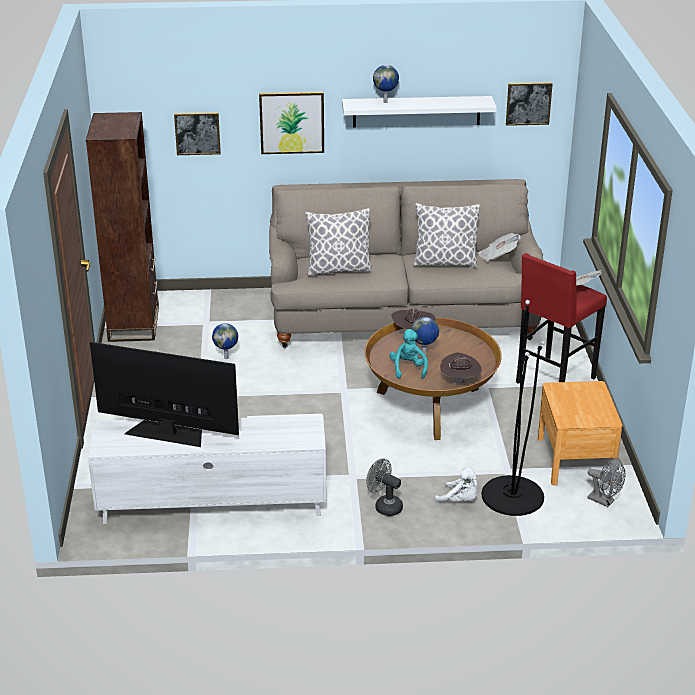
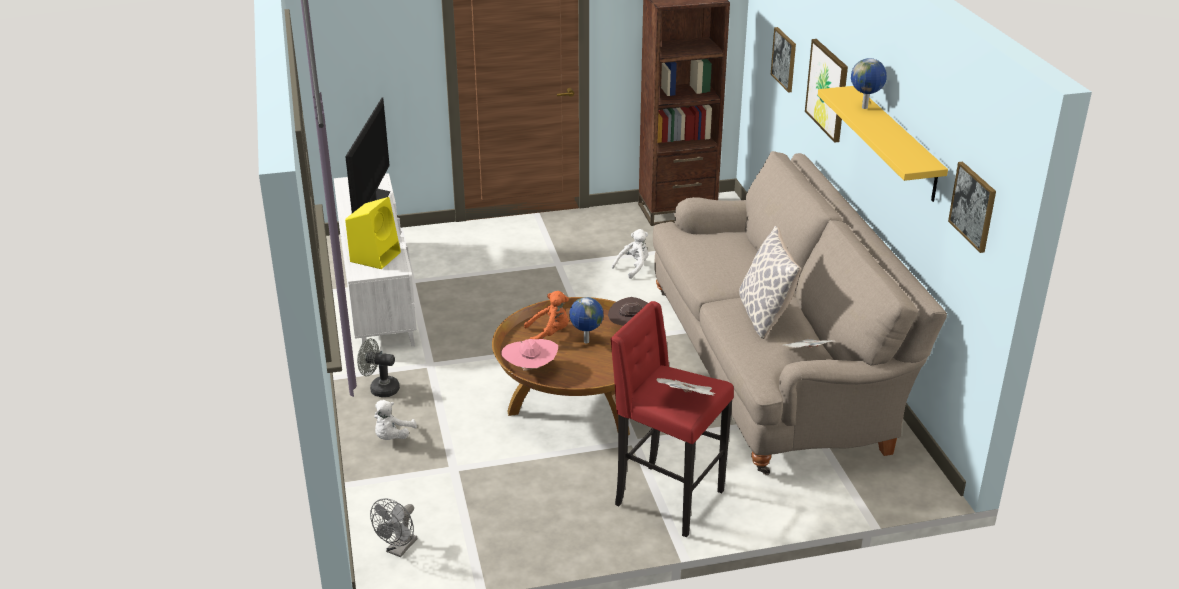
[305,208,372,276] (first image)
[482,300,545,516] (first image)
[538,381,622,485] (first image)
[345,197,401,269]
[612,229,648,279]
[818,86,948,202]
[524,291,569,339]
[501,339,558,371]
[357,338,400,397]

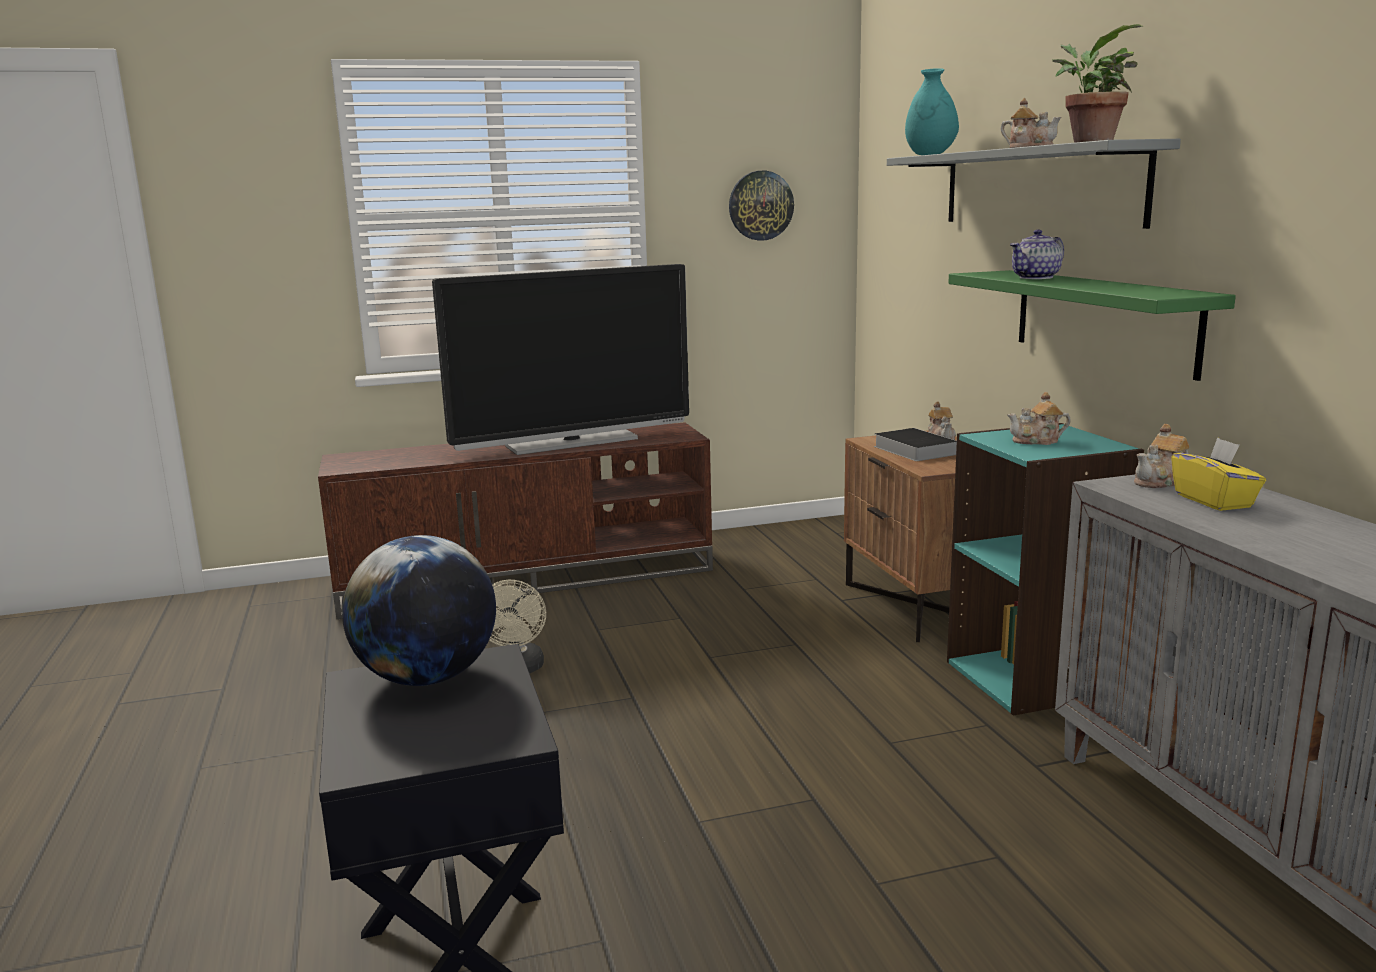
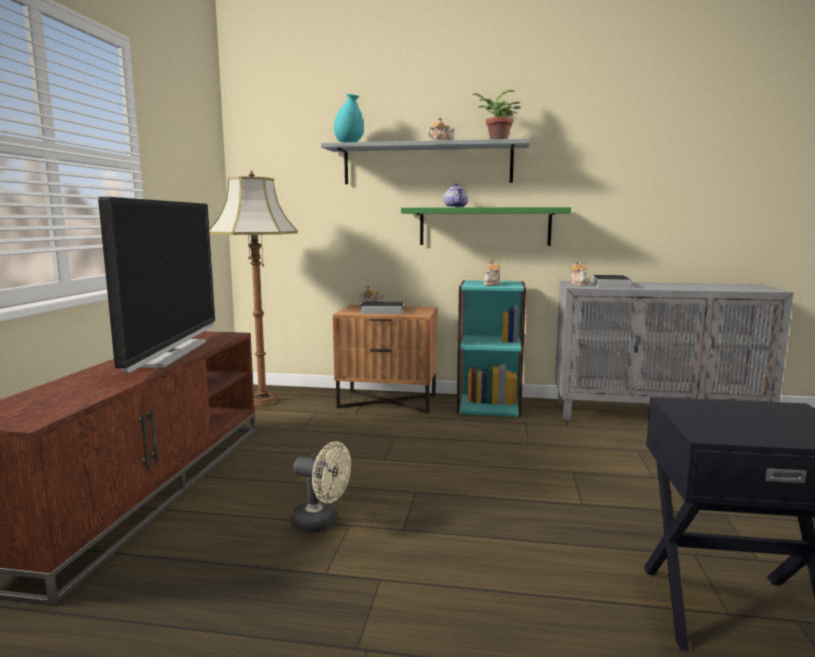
[342,535,496,686] (first image)
[729,171,794,241] (first image)
[209,170,298,406]
[593,275,632,288]

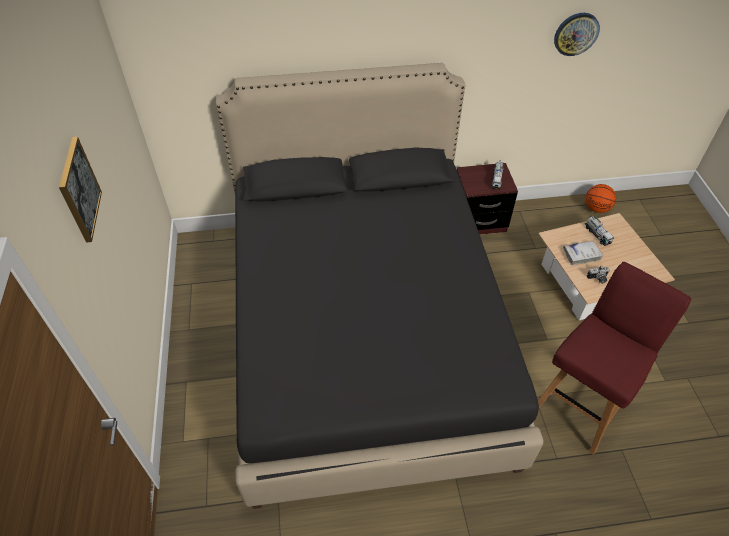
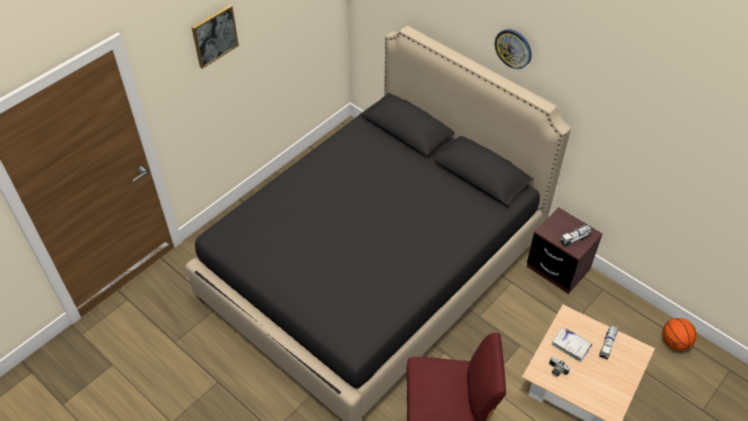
[495,29,532,69]

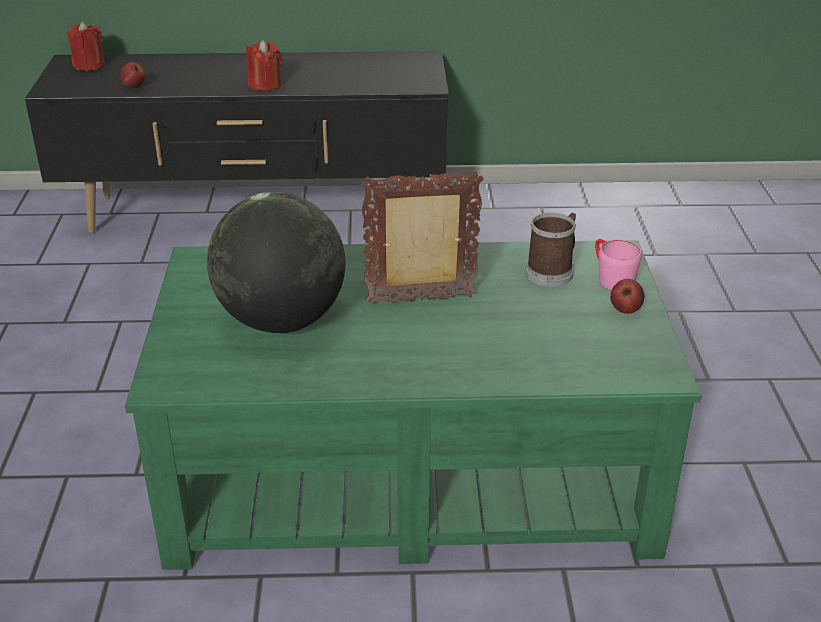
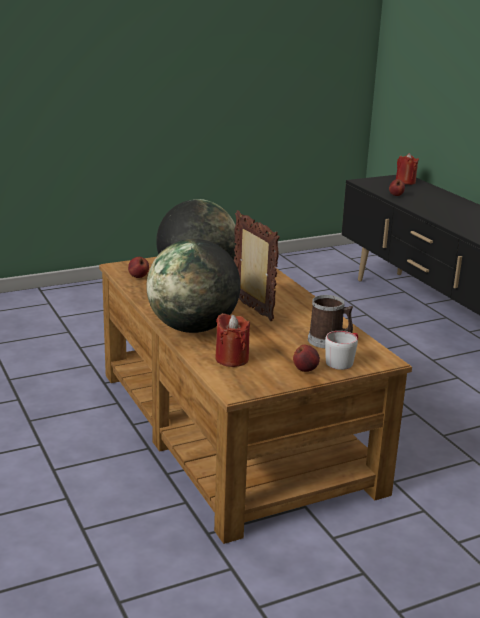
[128,257,149,278]
[146,239,241,333]
[215,313,250,367]
[99,251,412,544]
[325,331,358,370]

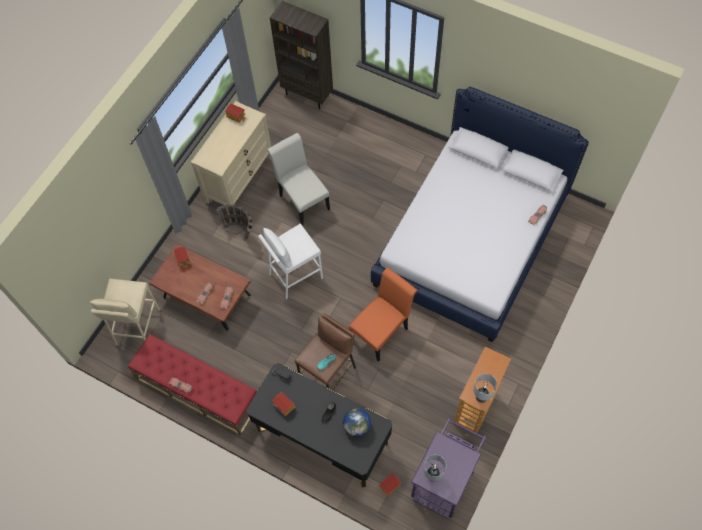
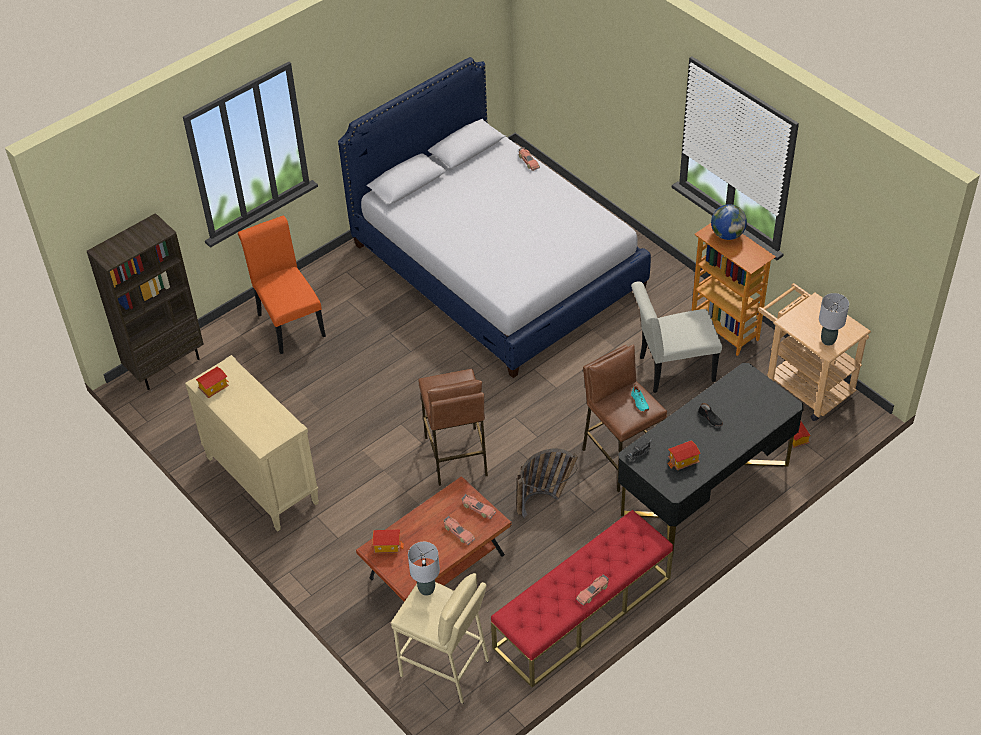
[516,448,578,519]
[631,282,722,393]
[711,204,747,240]
[238,216,326,354]
[408,542,440,596]
[418,369,488,486]
[758,283,871,421]

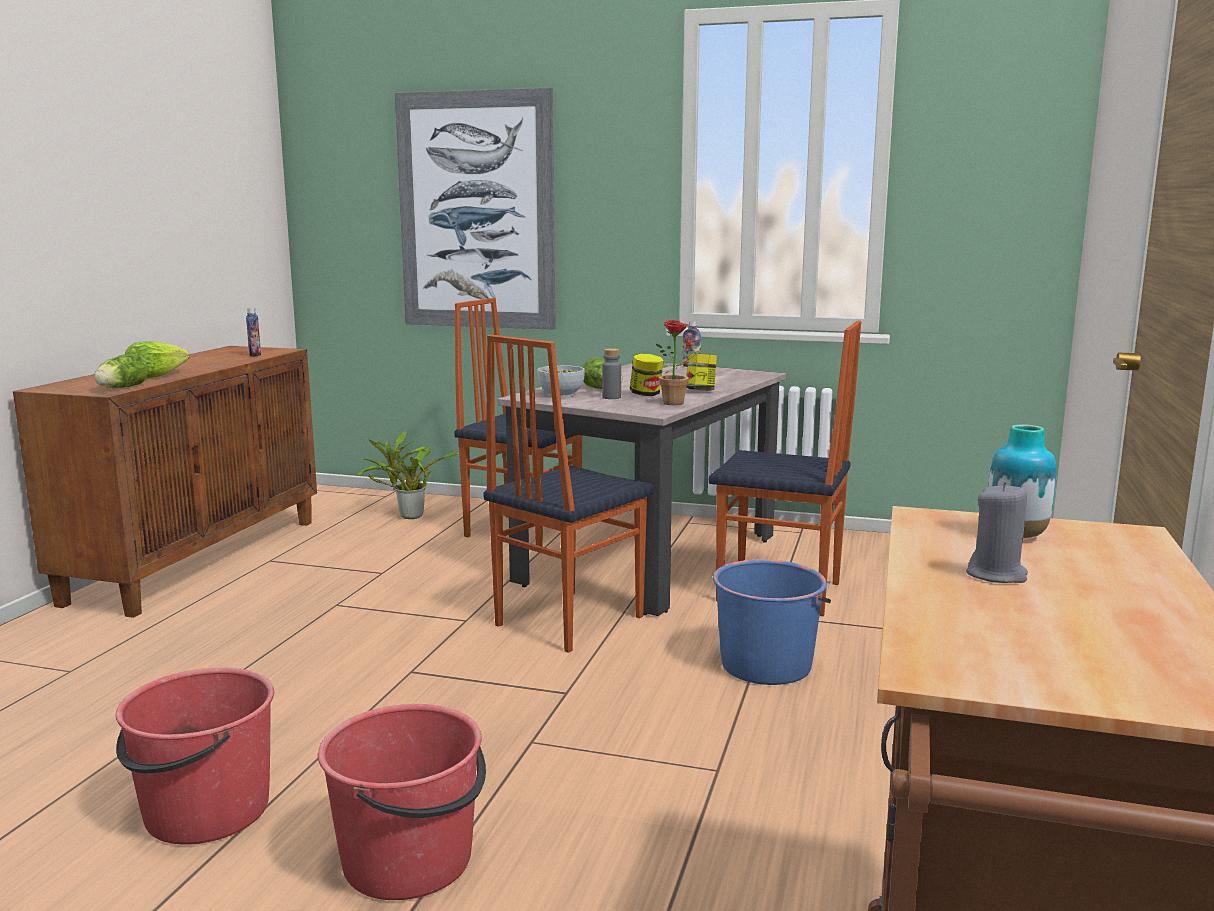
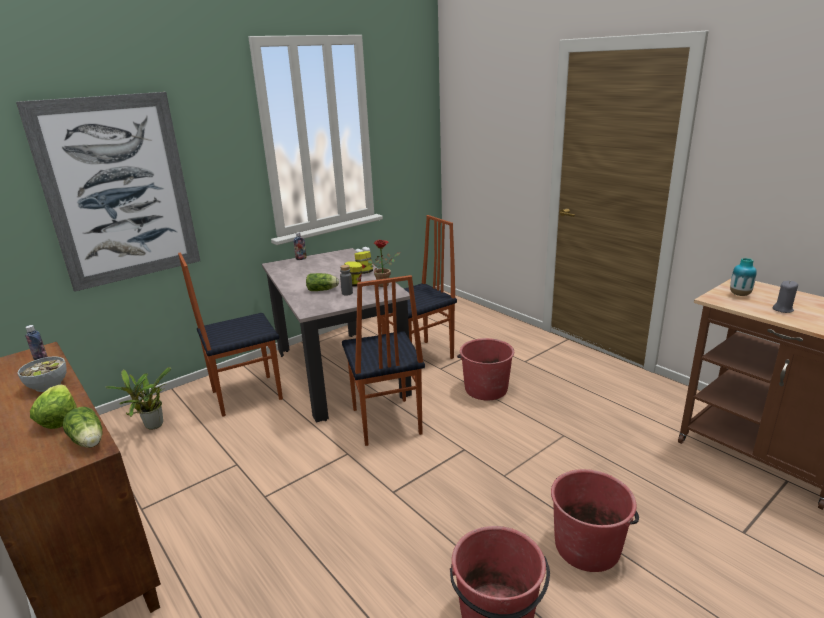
[18,356,67,392]
[457,338,514,400]

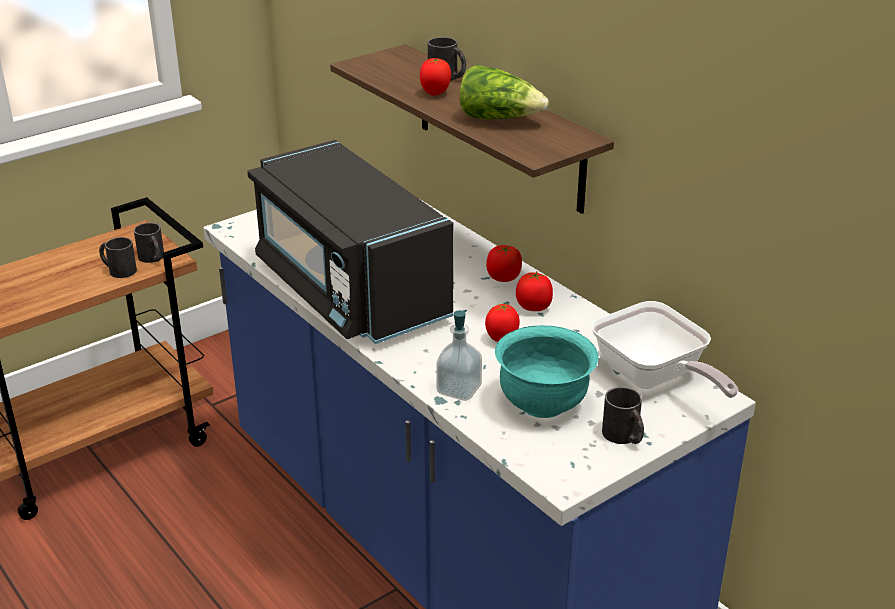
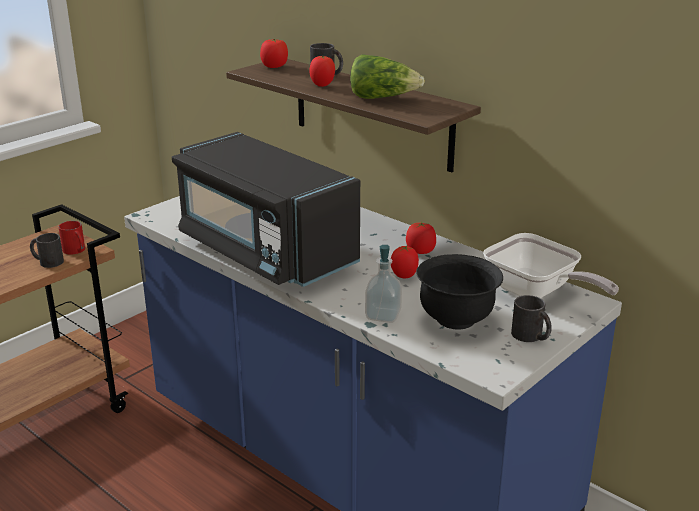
[260,39,288,68]
[58,221,85,254]
[416,254,503,329]

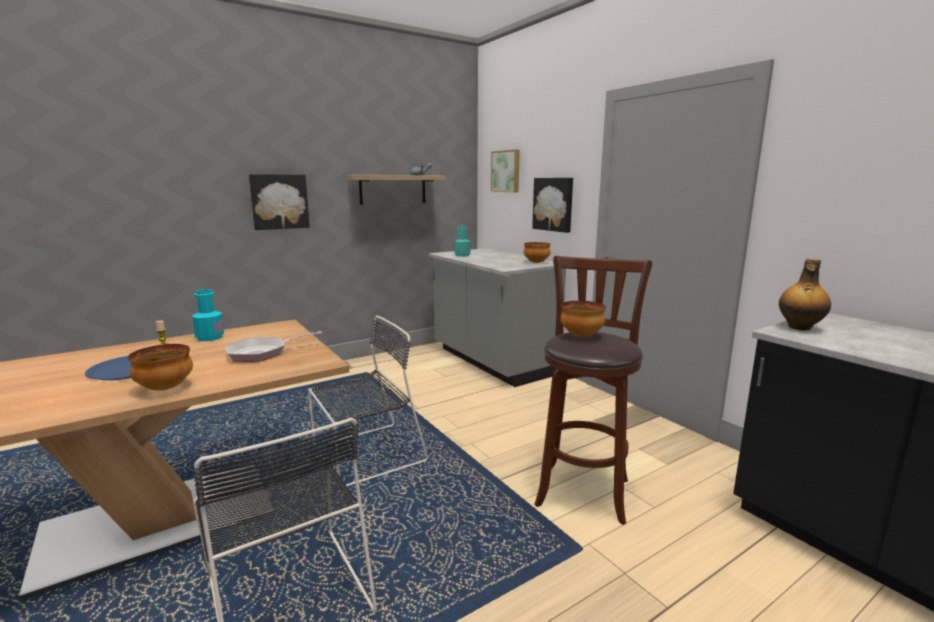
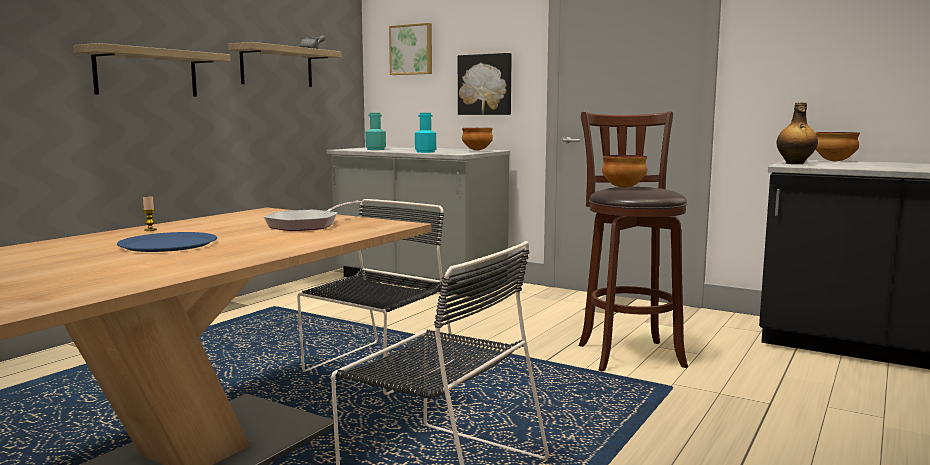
[815,132,860,162]
[415,113,436,153]
[73,43,231,97]

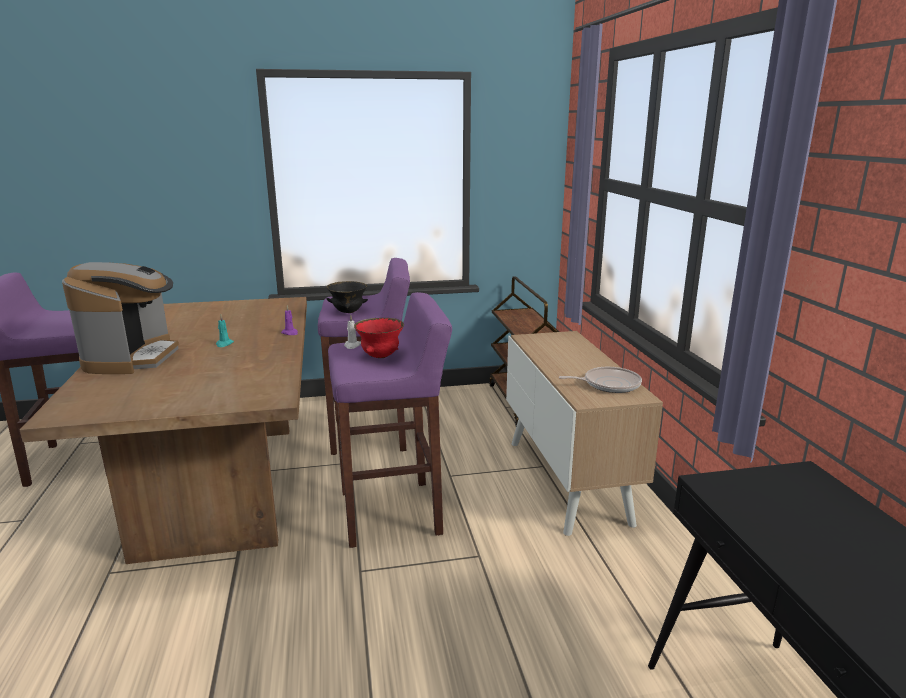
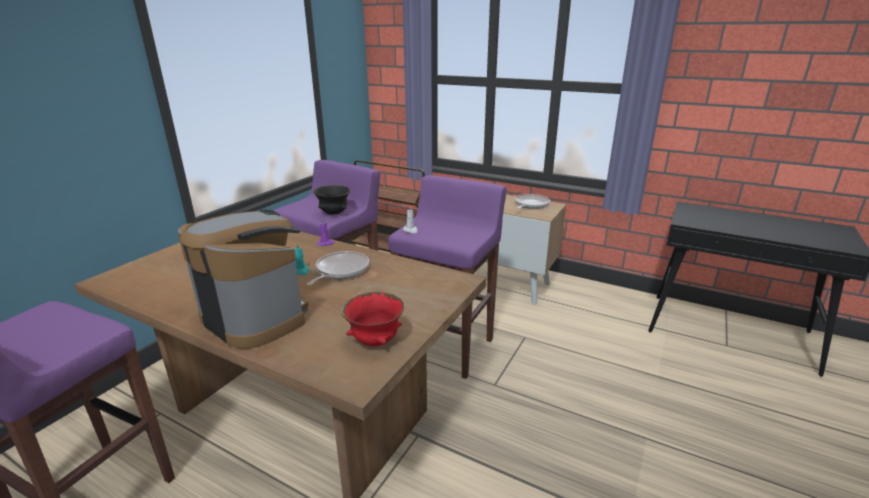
[307,251,369,285]
[341,292,404,346]

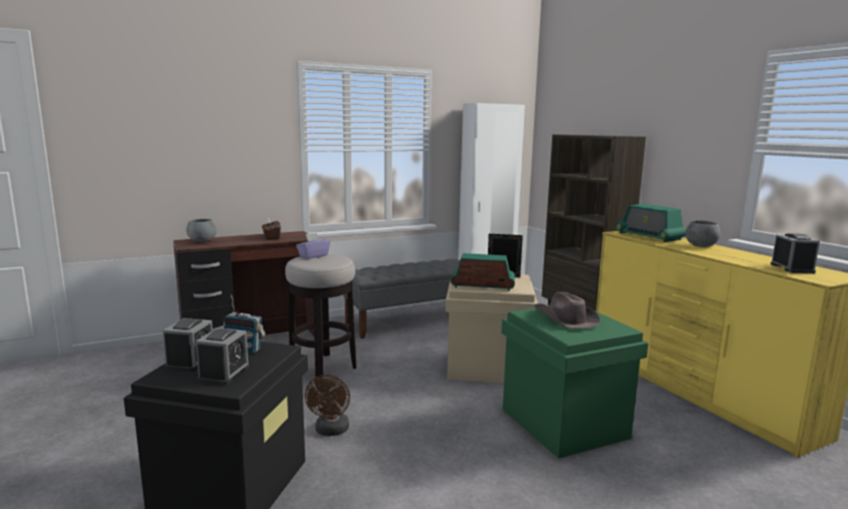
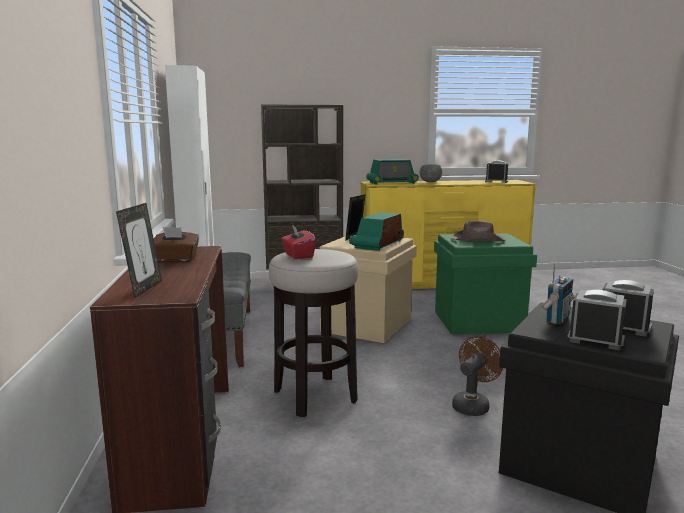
[116,203,162,298]
[281,225,316,259]
[452,336,503,416]

